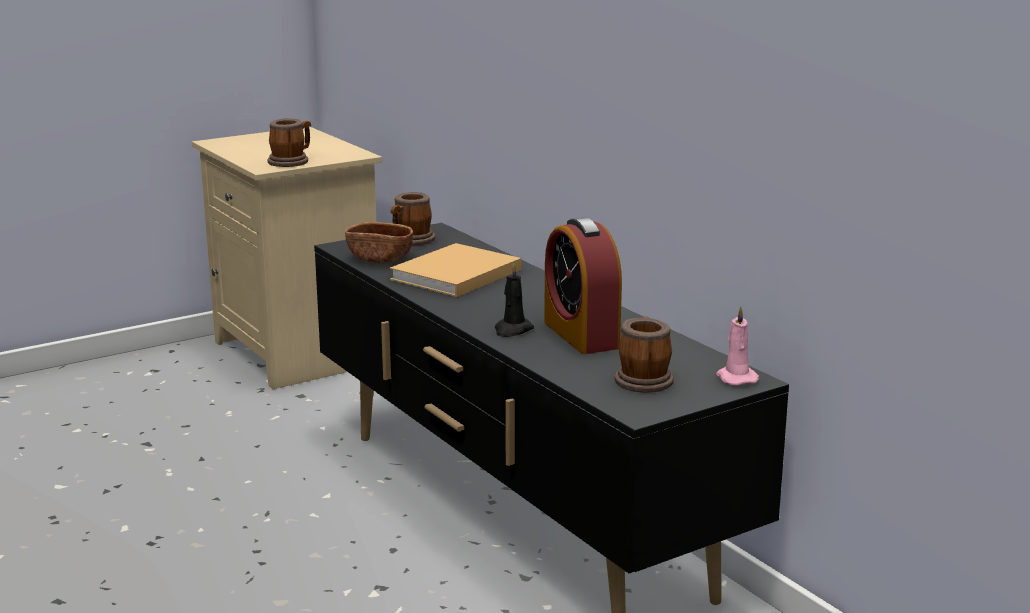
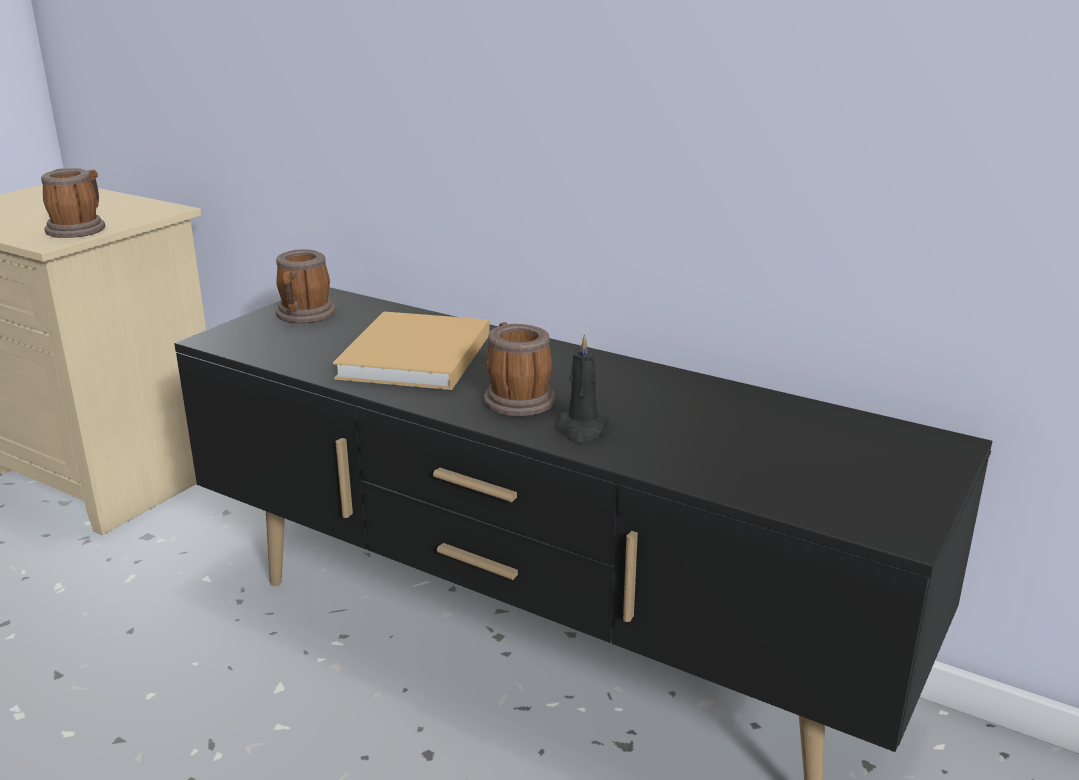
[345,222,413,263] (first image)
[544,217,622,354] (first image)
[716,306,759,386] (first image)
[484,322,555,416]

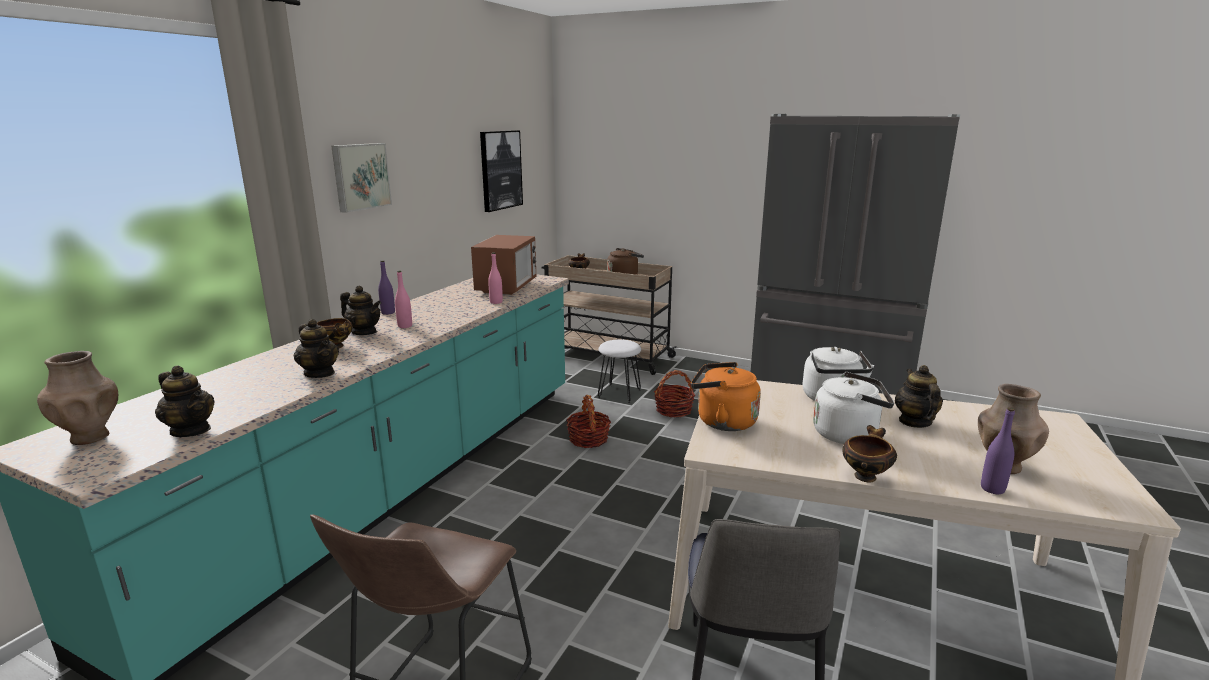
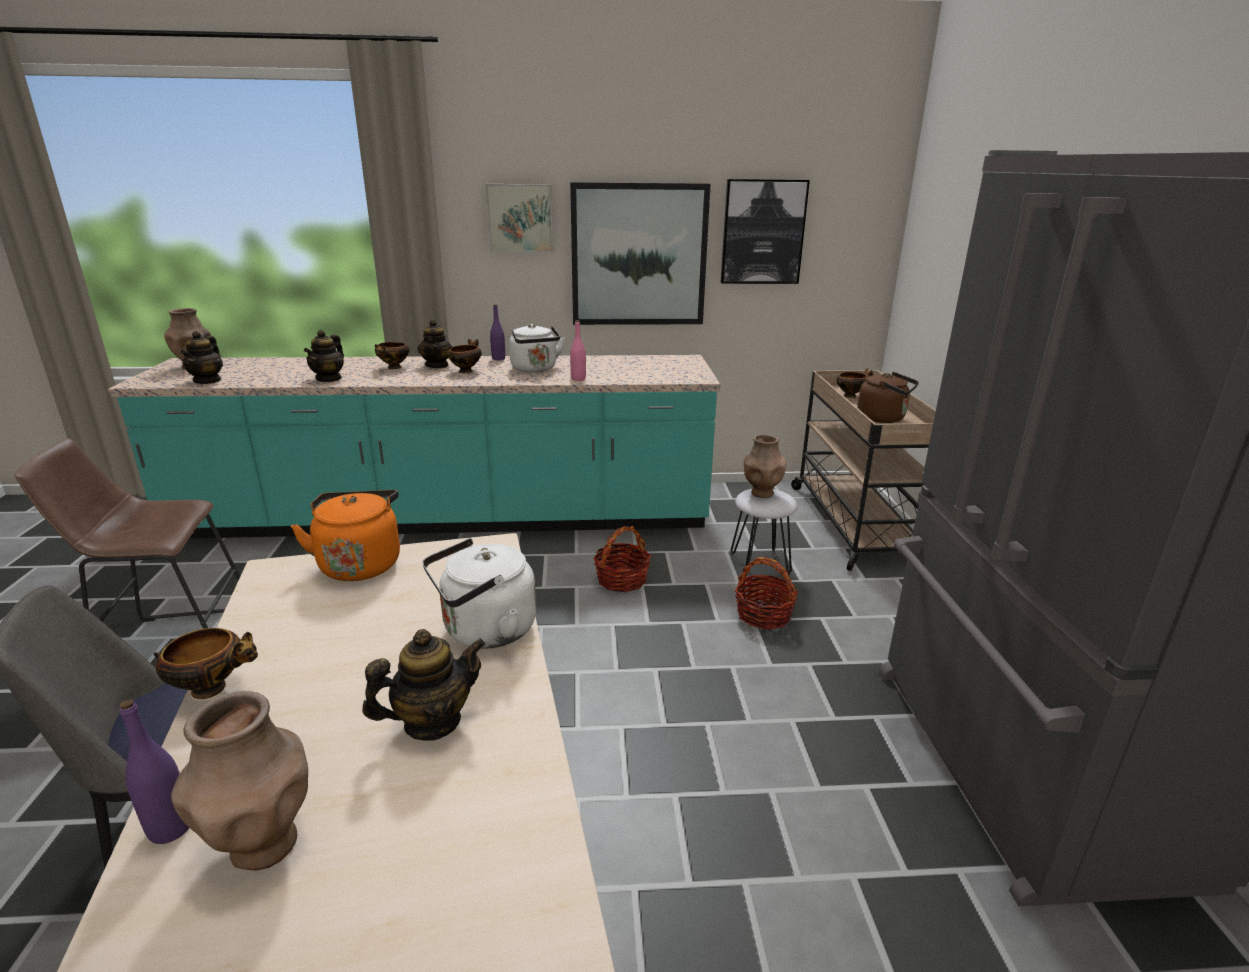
[471,235,537,295] (first image)
[570,182,711,325]
[744,434,786,498]
[509,324,565,372]
[447,339,482,373]

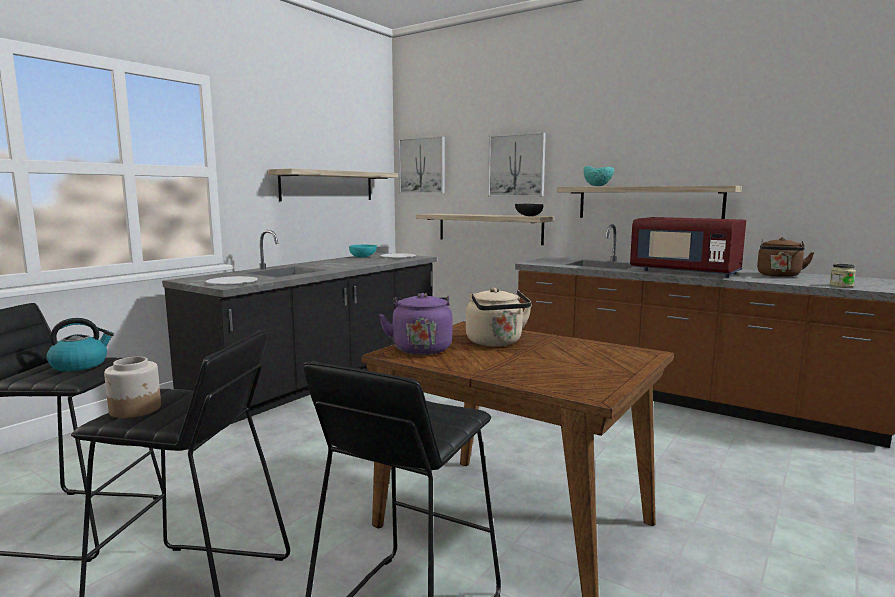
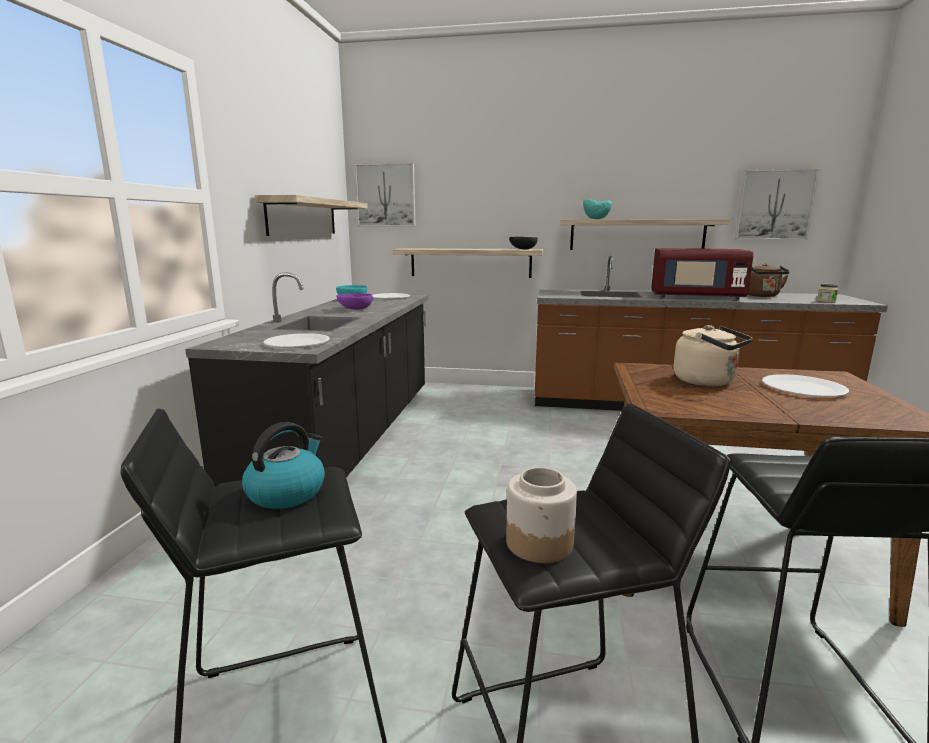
[379,293,452,355] (first image)
[337,293,373,310]
[762,374,849,397]
[735,169,819,240]

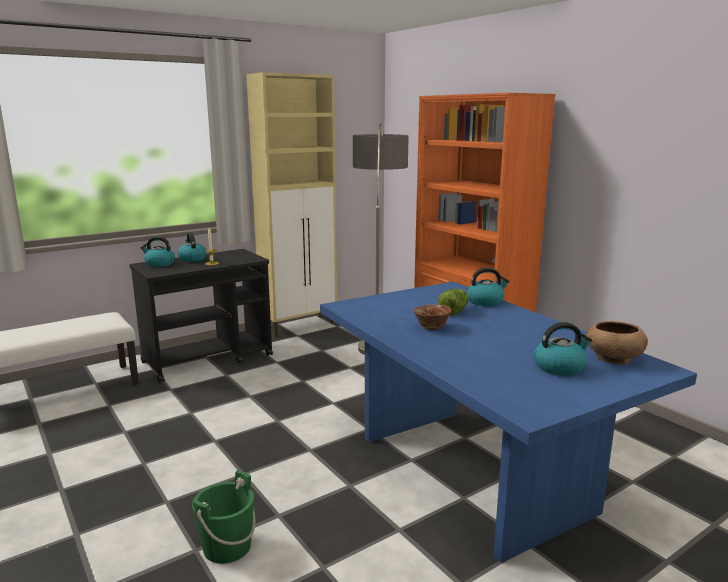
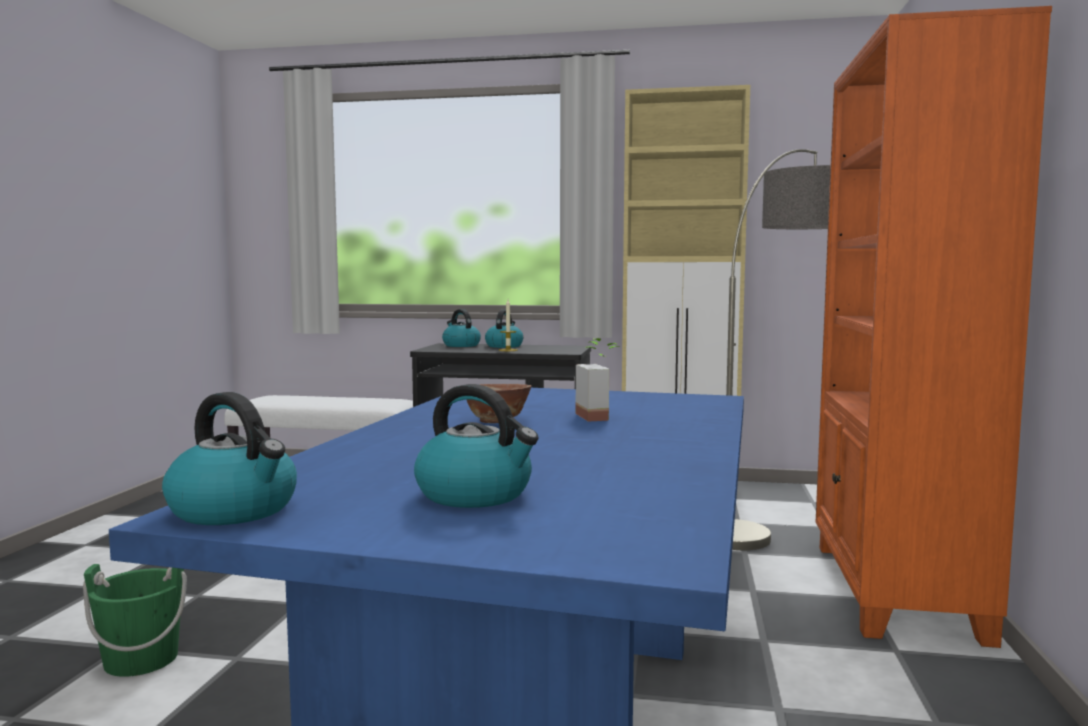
[586,321,648,365] (first image)
[162,392,297,525]
[576,338,619,422]

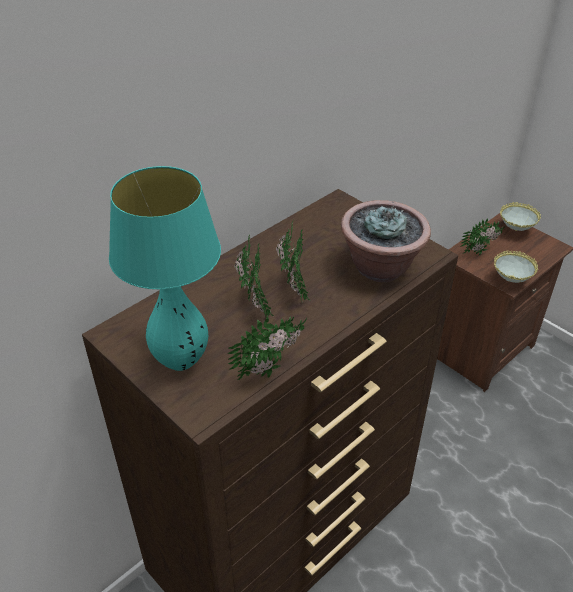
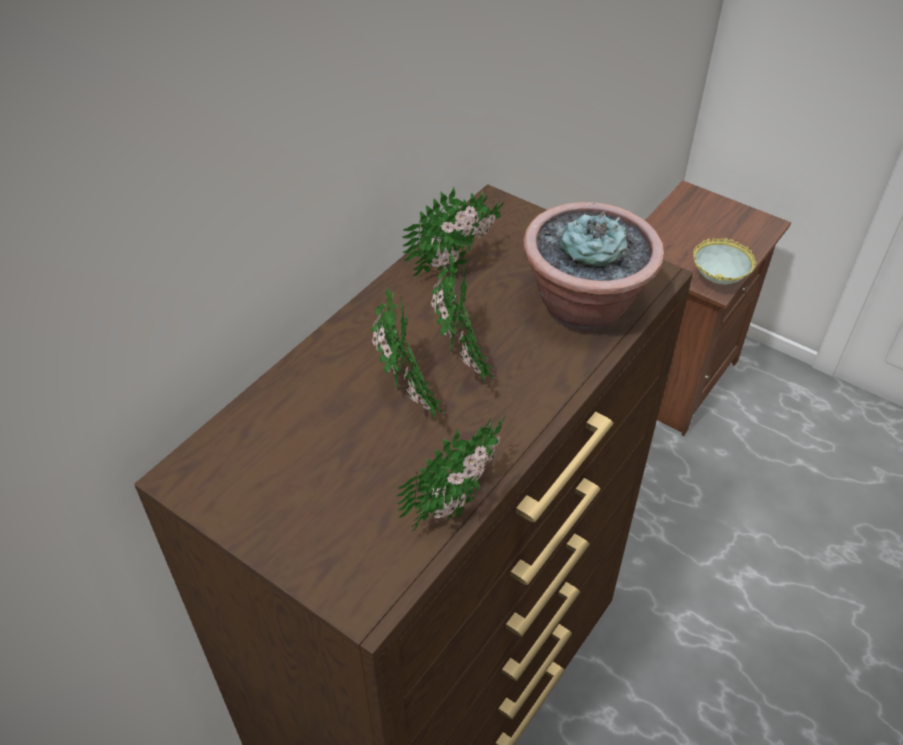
[109,166,221,371] (first image)
[500,202,541,231] (first image)
[402,187,504,276]

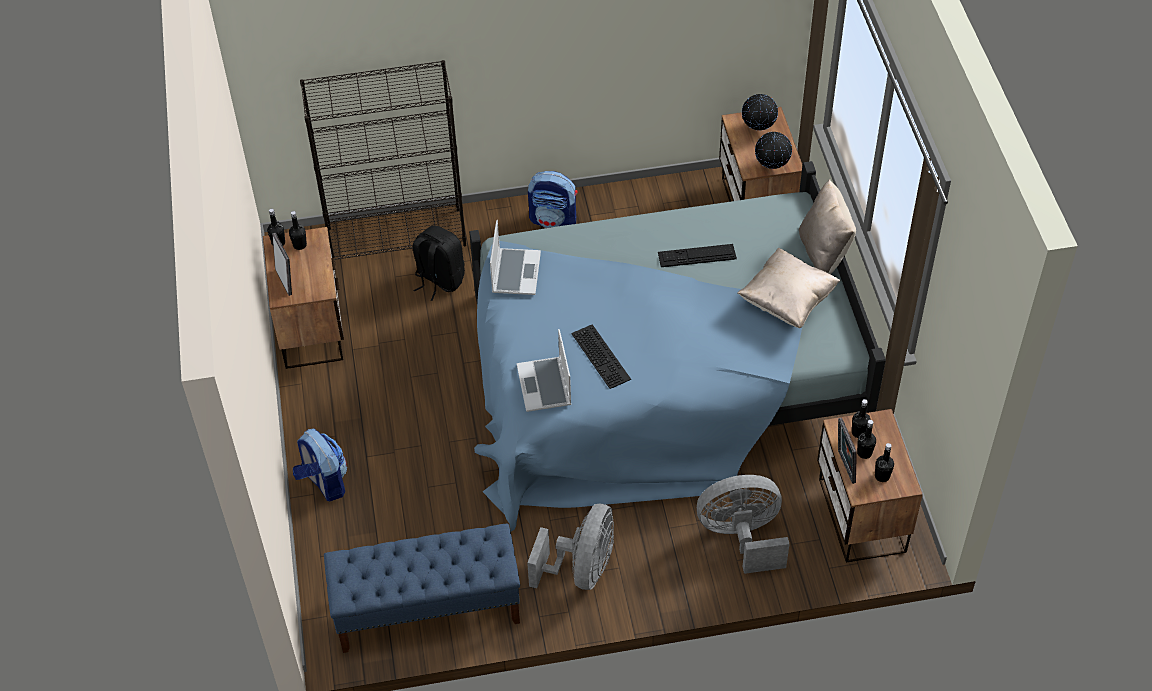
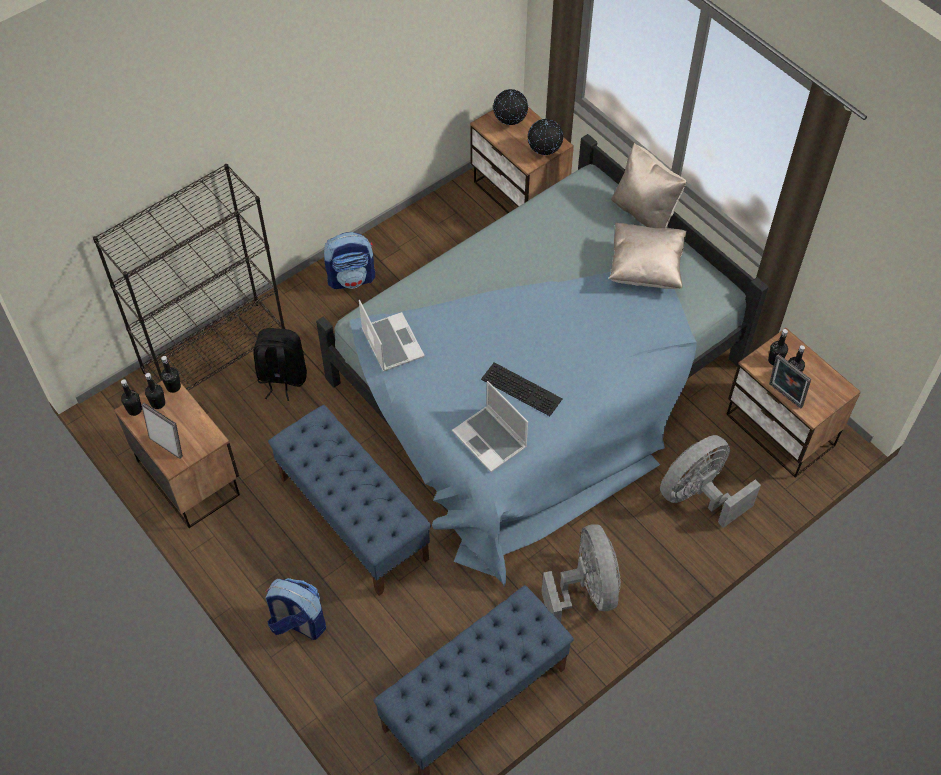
[658,244,737,267] (first image)
[268,405,431,596]
[161,356,181,393]

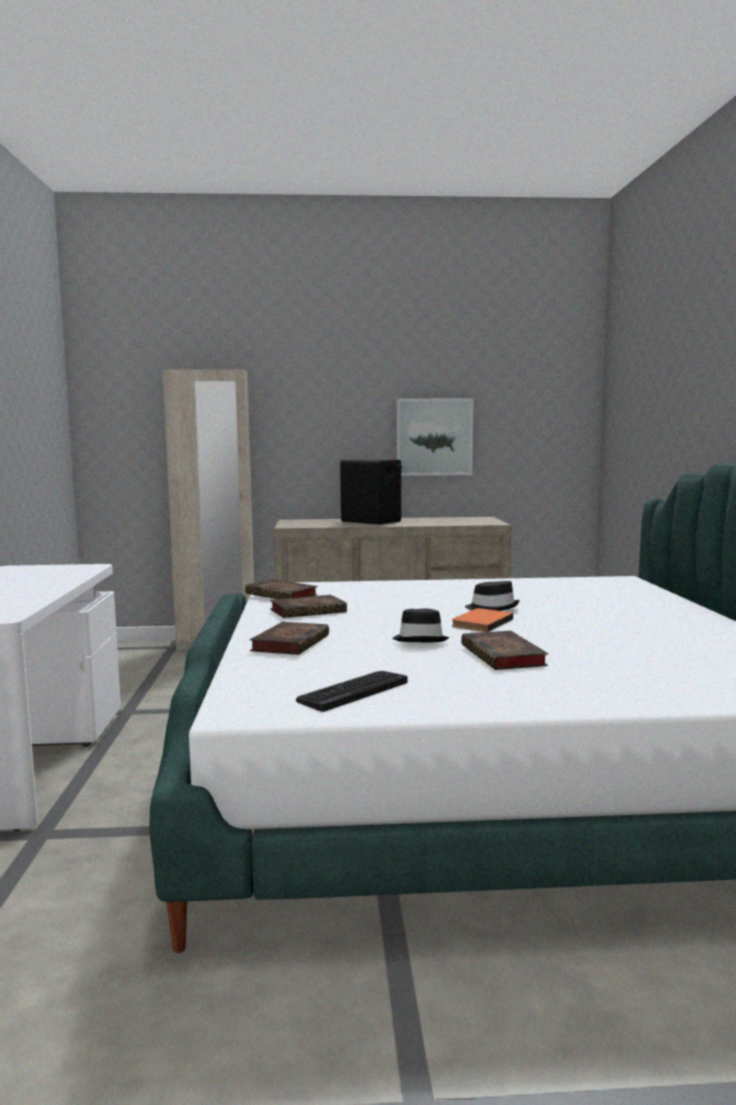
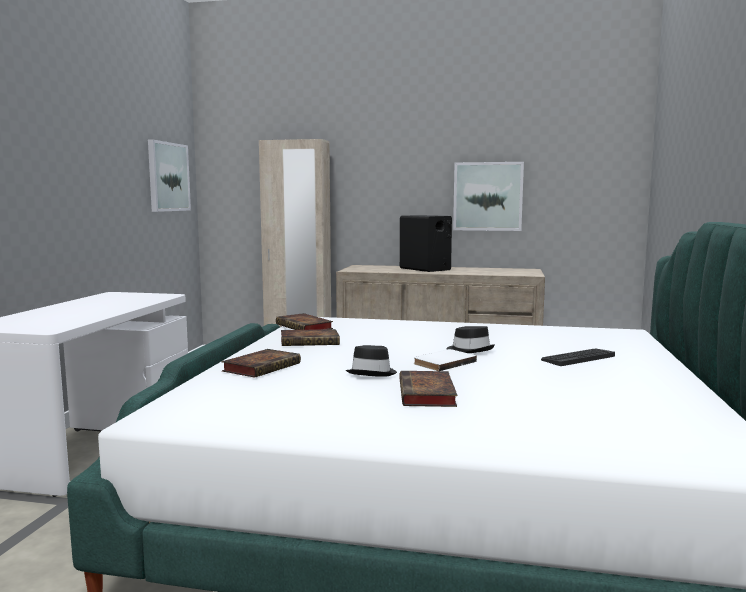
[148,140,191,212]
[541,348,615,366]
[414,349,477,371]

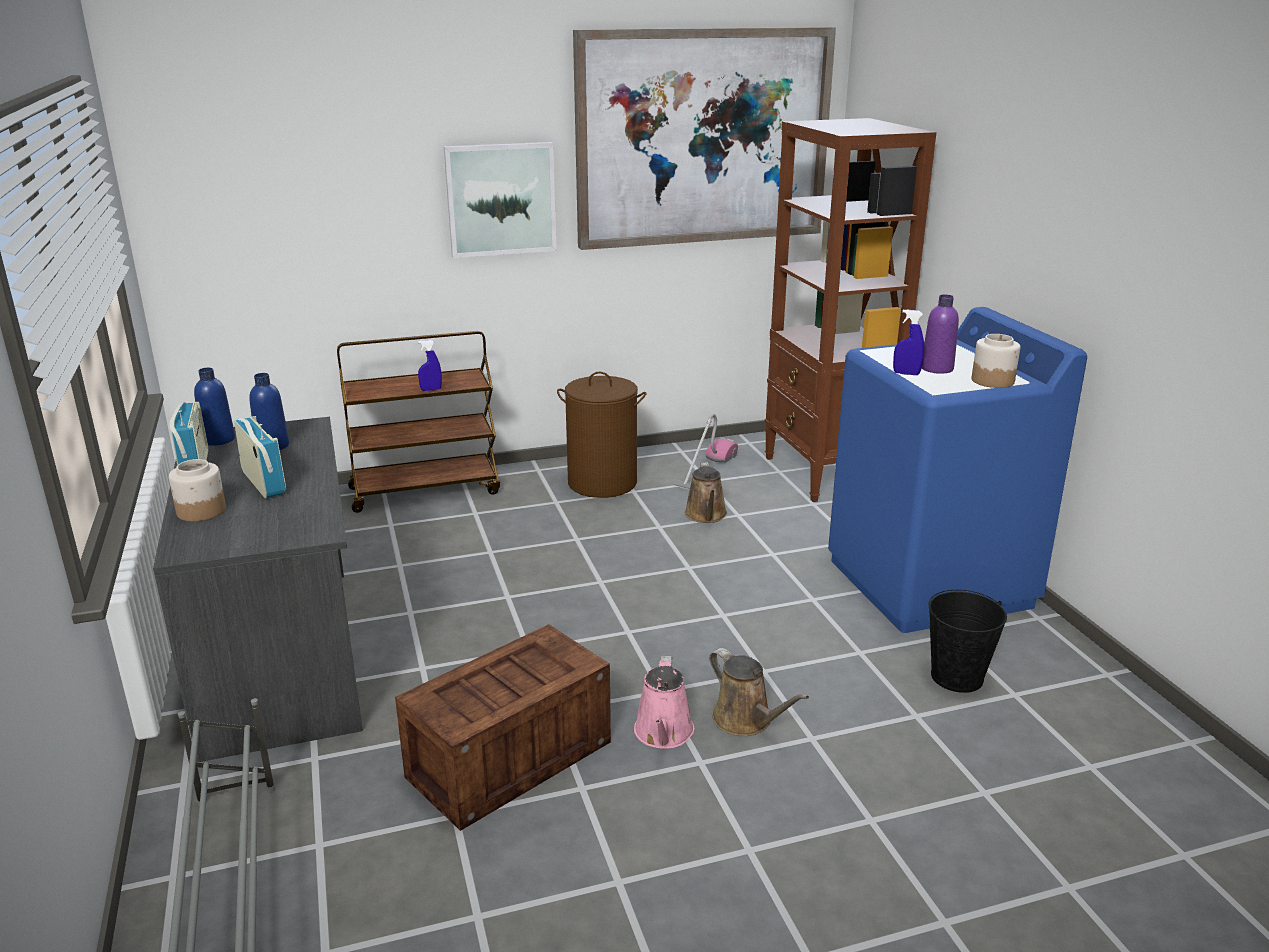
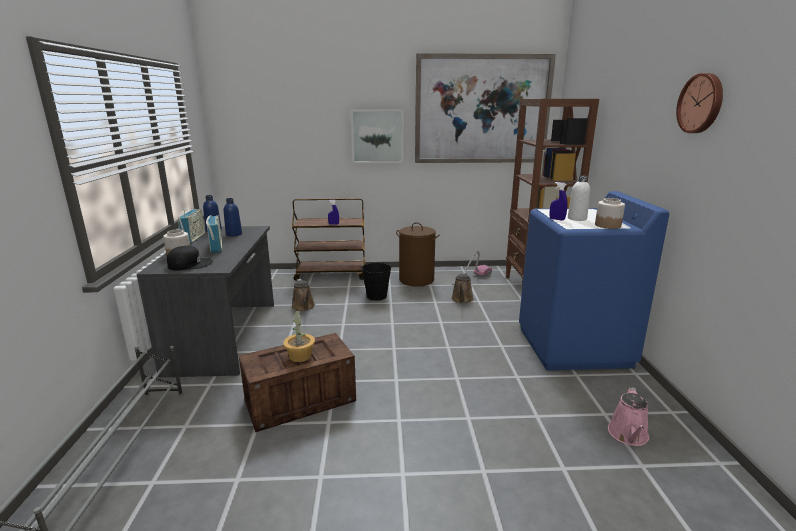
[167,246,213,270]
[283,311,315,362]
[676,73,723,133]
[608,387,649,446]
[292,279,315,311]
[361,262,392,301]
[568,175,590,221]

